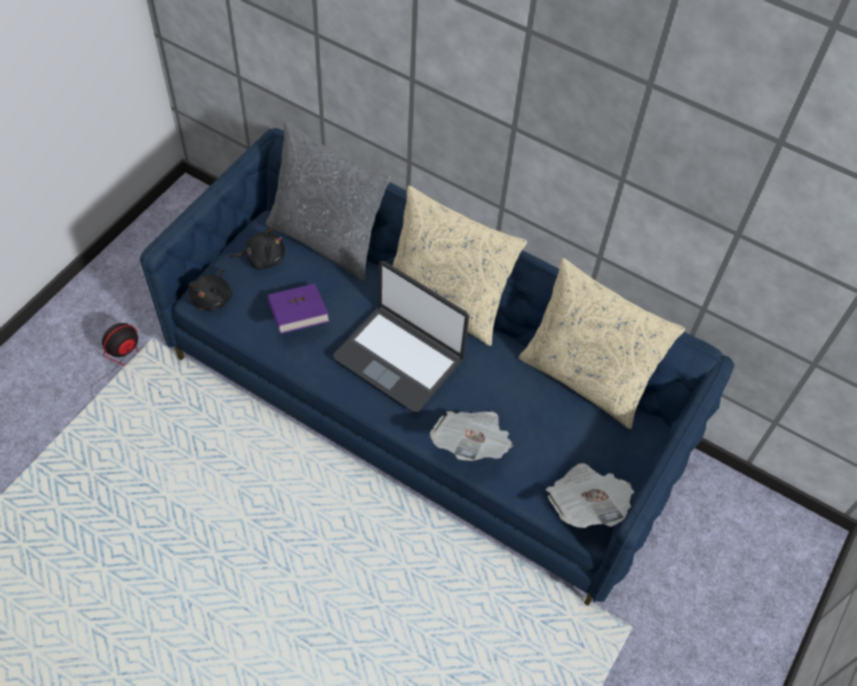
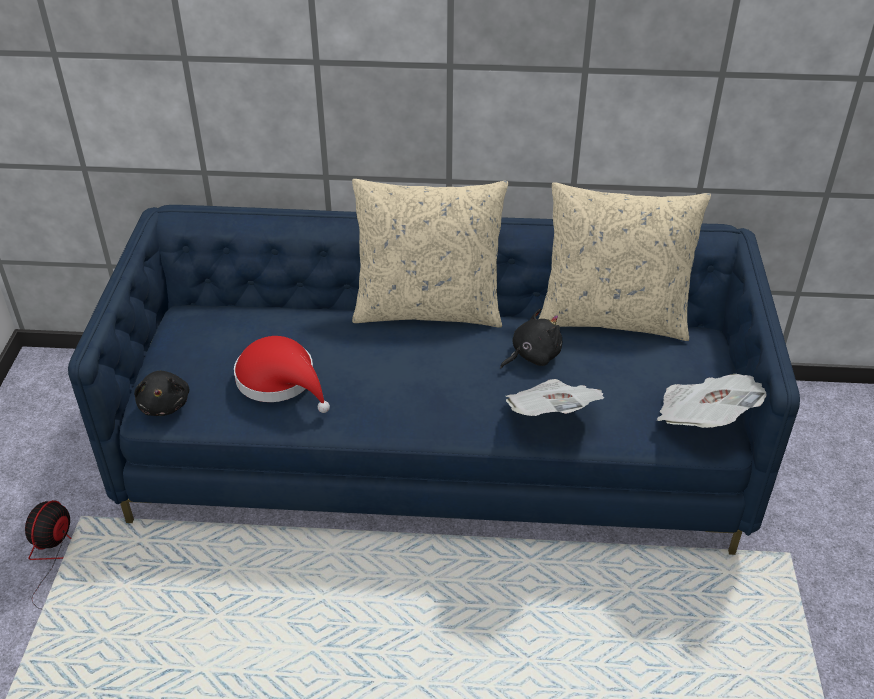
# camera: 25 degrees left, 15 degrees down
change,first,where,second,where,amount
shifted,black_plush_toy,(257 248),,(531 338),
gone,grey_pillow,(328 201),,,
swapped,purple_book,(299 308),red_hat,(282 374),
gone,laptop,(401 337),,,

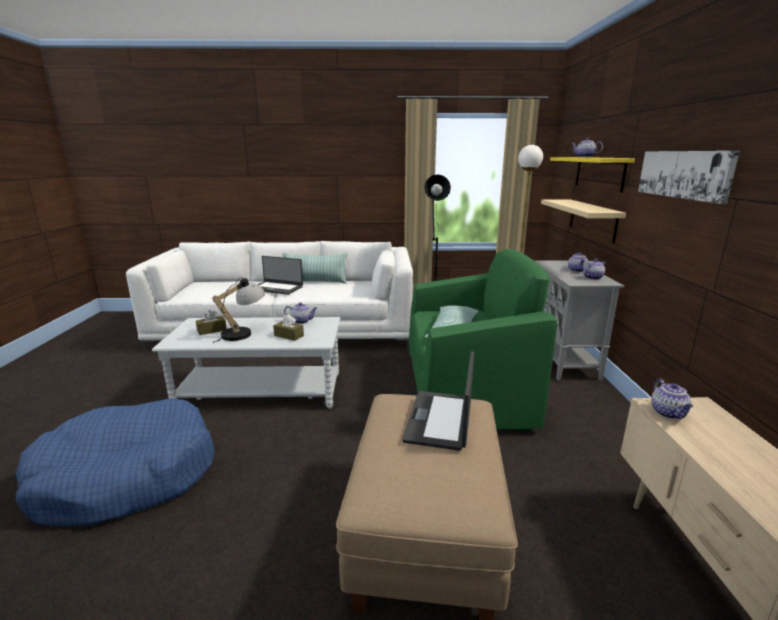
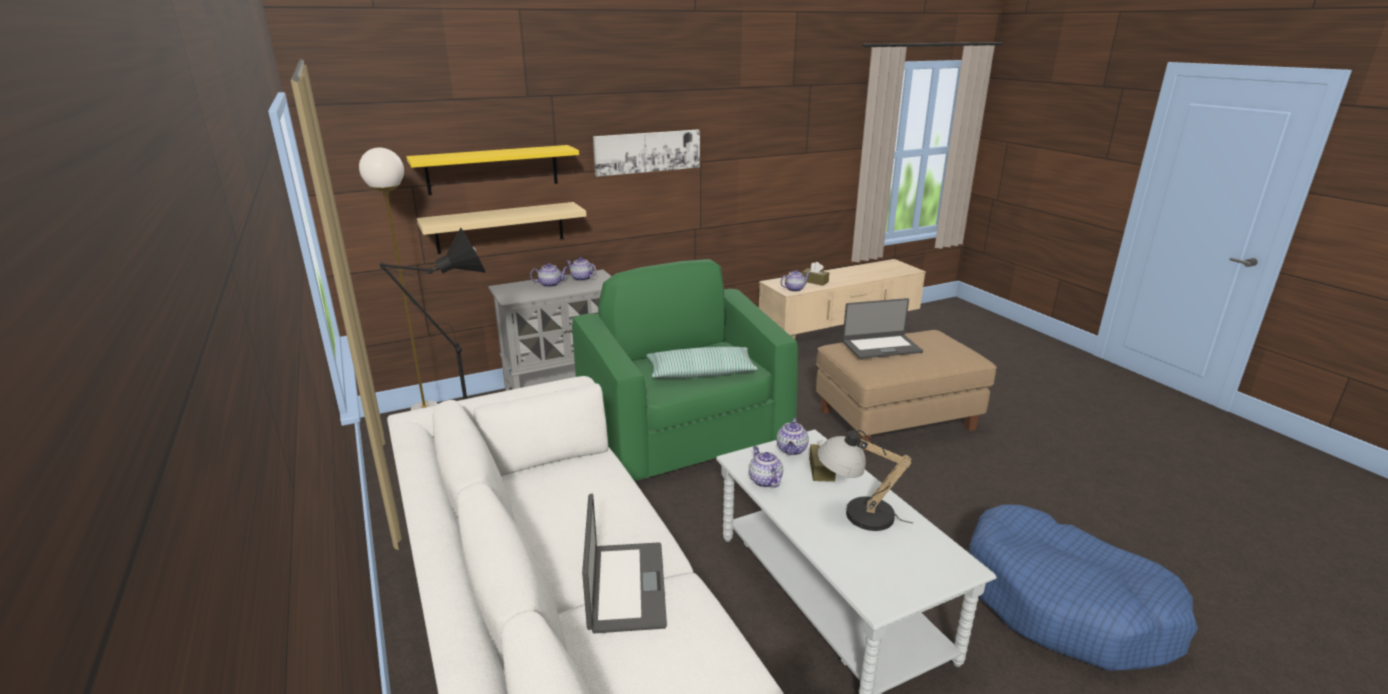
# camera: 115 degrees left, 5 degrees up
change,first,where,second,where,amount
shifted,brown_tissue_box,(211 322),,(815 274),
gone,pillow,(315 268),,,
shifted,teapot,(587 147),,(792 436),

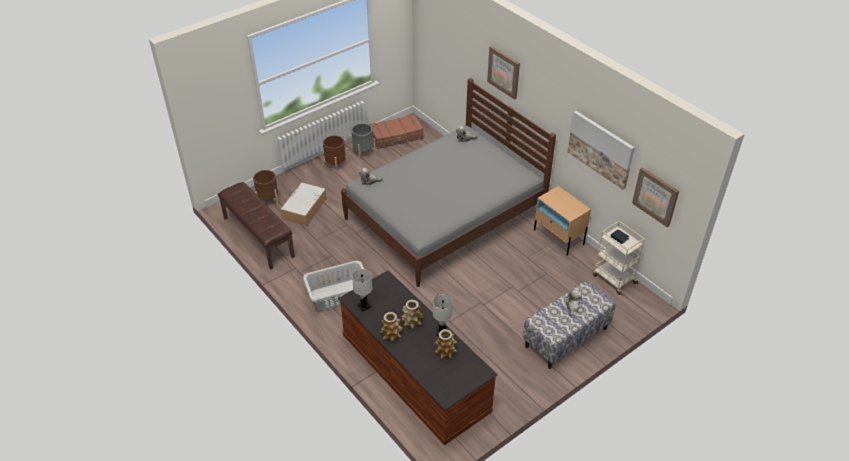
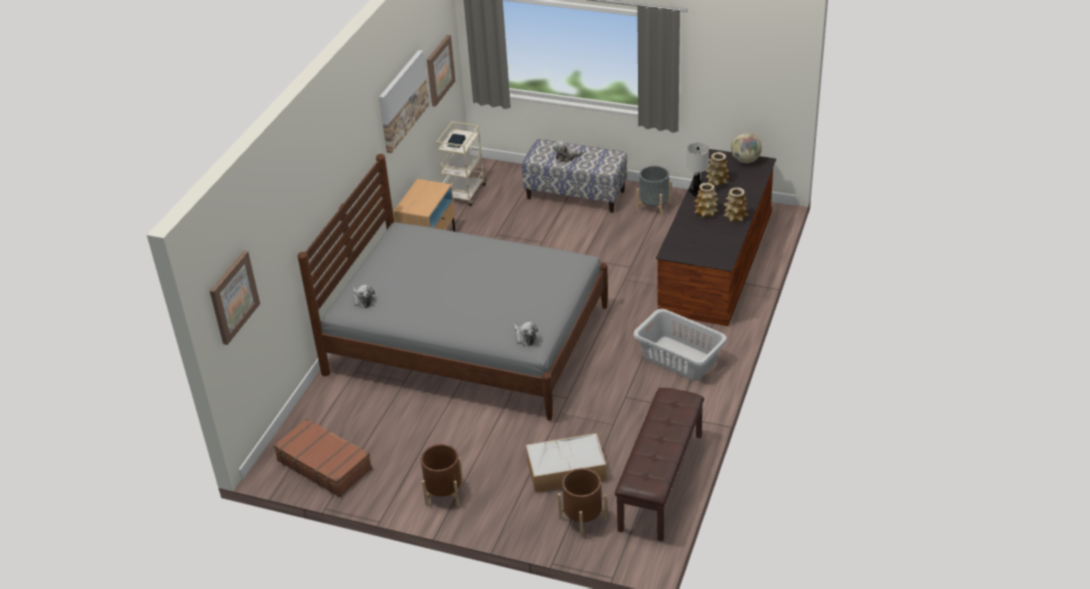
# camera: 120 degrees left, 5 degrees down
change,first,where,second,where,amount
shifted,grey_planter,(363 141),,(654 192),
gone,white_table_lamp,(362 290),,,
shifted,picture,(503 73),,(235 298),
new,,,globe,(746 148),

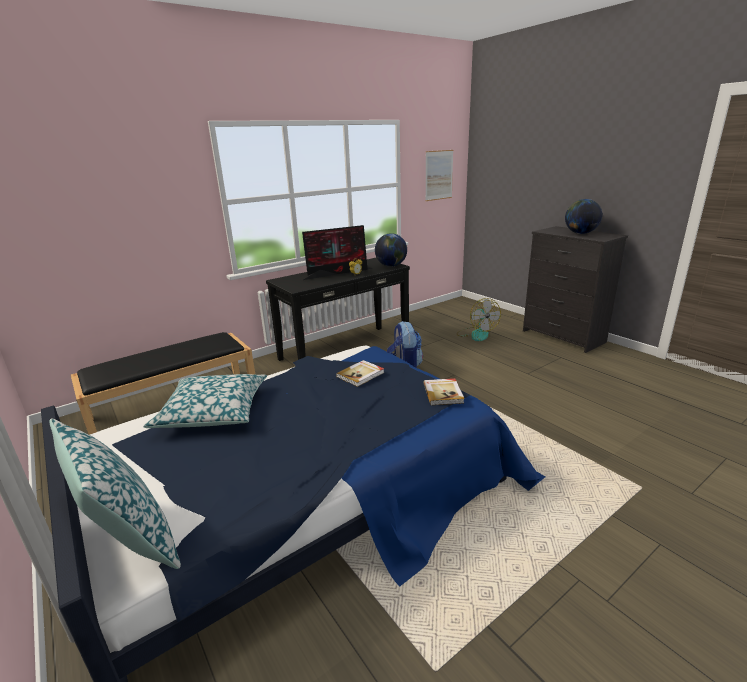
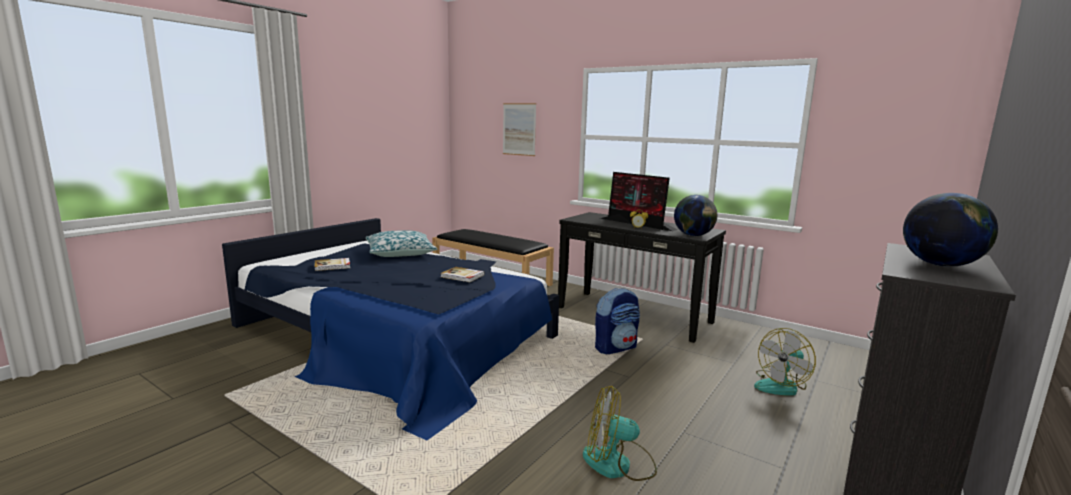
# camera: 70 degrees right, 10 degrees down
change,first,where,second,where,amount
gone,pillow,(115 493),,,
shifted,book,(443 391),,(332 264),
shifted,picture,(439 175),,(519 129),
new,,,fan,(620 433),

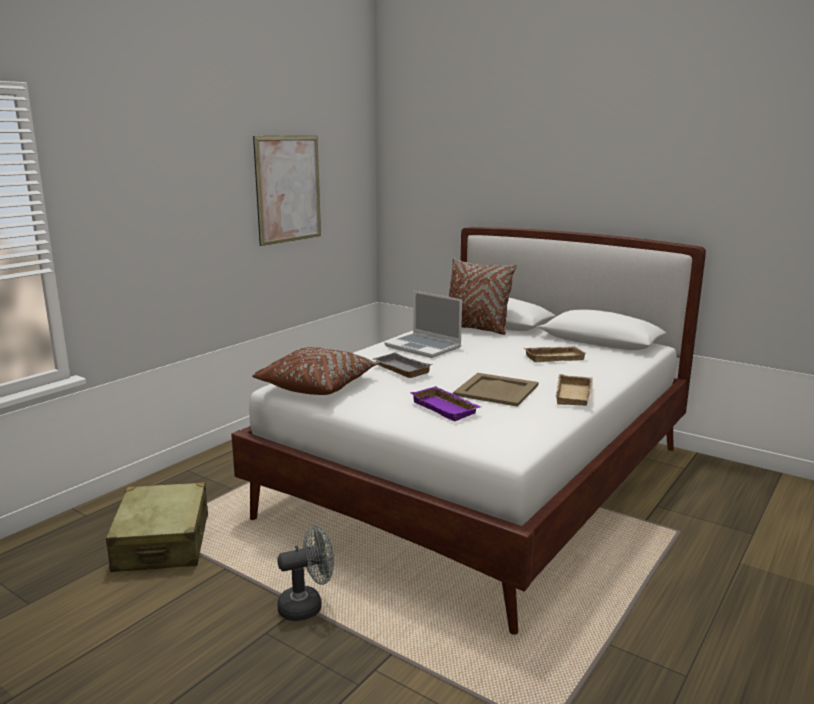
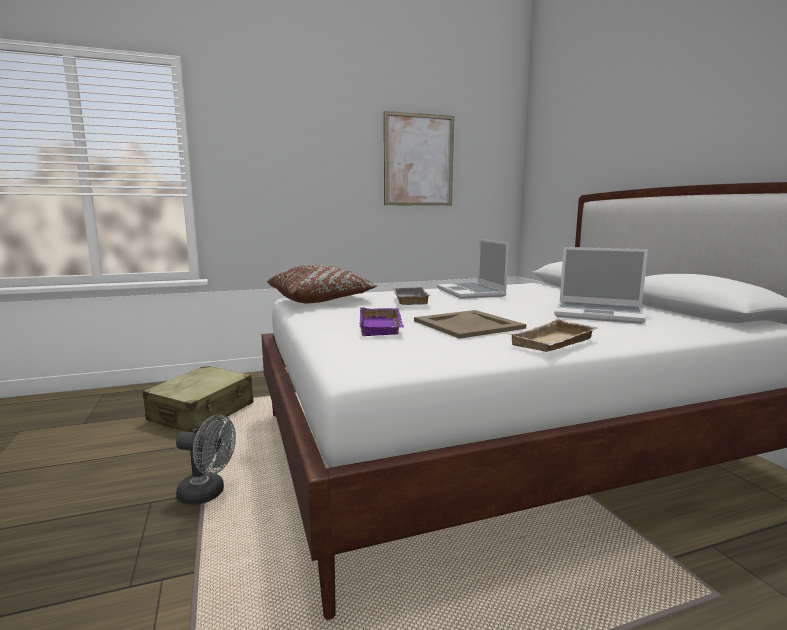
# camera: 35 degrees right, 5 degrees down
change,first,where,second,where,amount
gone,brown_pillow,(483 296),,,
swapped,beige_tray,(555 354),laptop,(601 285),

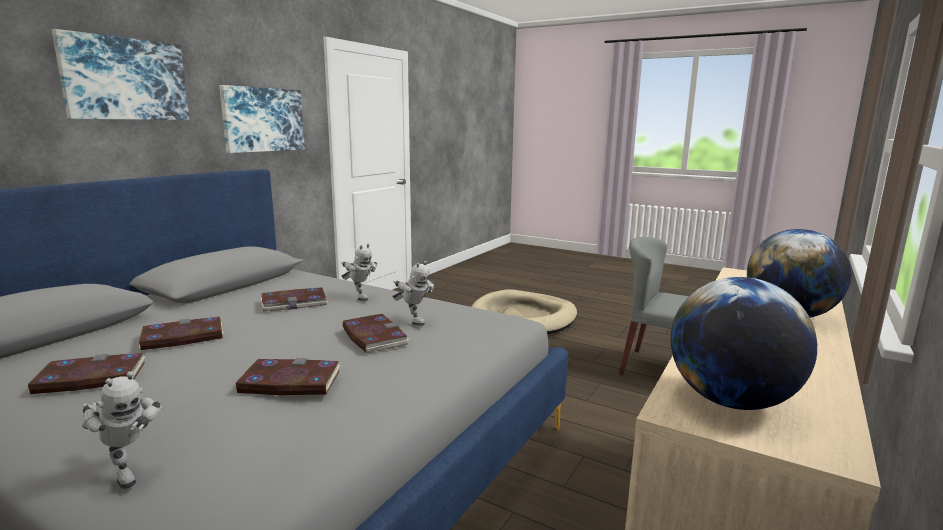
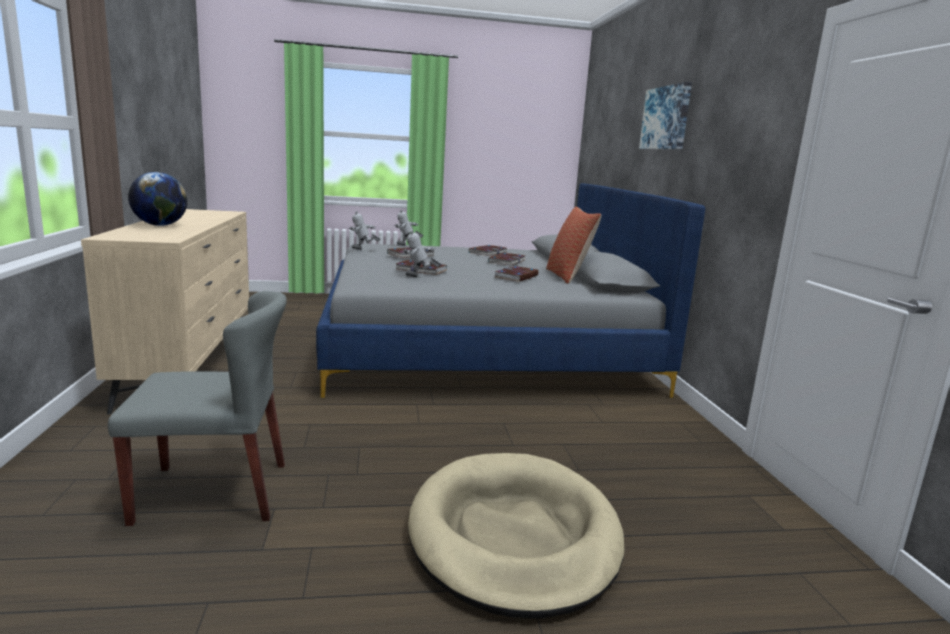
# camera: 140 degrees right, 0 degrees up
change,first,where,second,where,amount
gone,picture,(262 119),,,
shifted,toy_robot,(359 272),,(365 230),
gone,globe,(744 343),,,
new,,,pillow,(574 245),

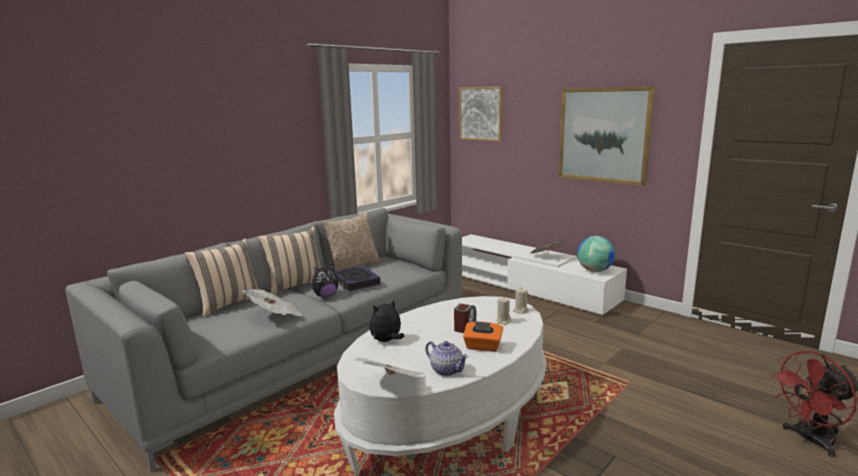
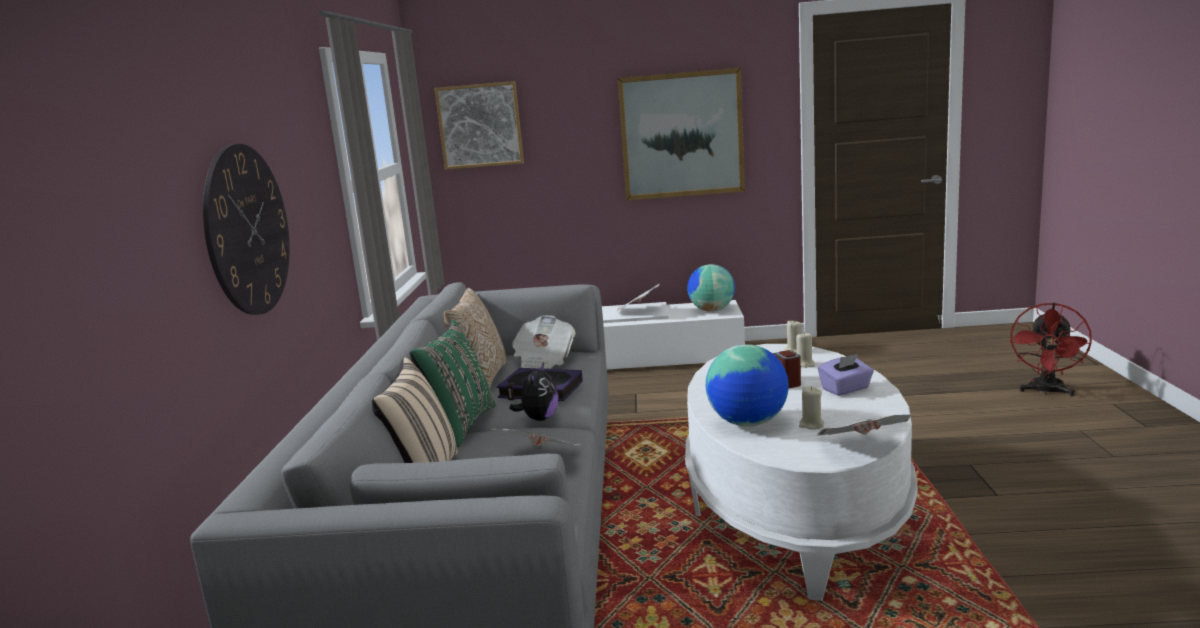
# camera: 40 degrees left, 0 degrees up
change,first,where,second,where,amount
repainted,beige_pillow,(289 260),green_pillow,(452 383),
swapped,plush_toy,(386 321),globe,(747 385),
gone,teapot,(447 358),,,
repainted,orange_tissue_box,(483 336),purple_tissue_box,(846 375),
new,,,wall_clock,(246 229),
new,,,newspaper,(544 342),
new,,,beige_candle,(811 407),

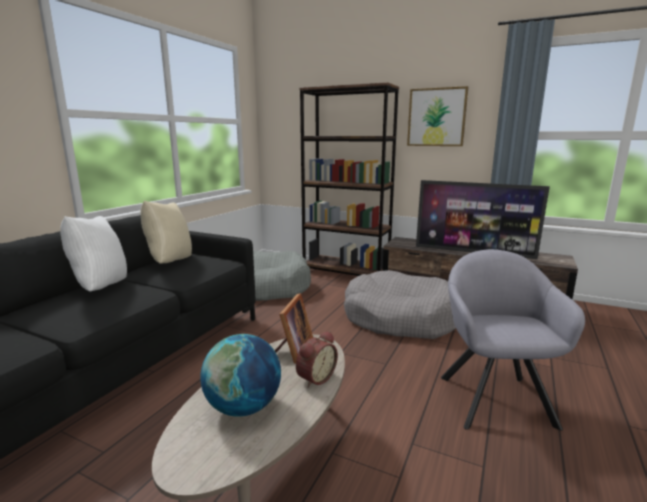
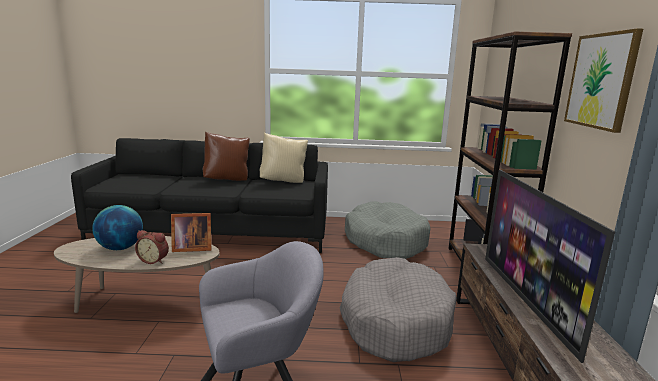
# camera: 65 degrees right, 0 degrees up
change,first,where,second,where,amount
repainted,white_pillow,(93 254),brown_pillow,(226 156),

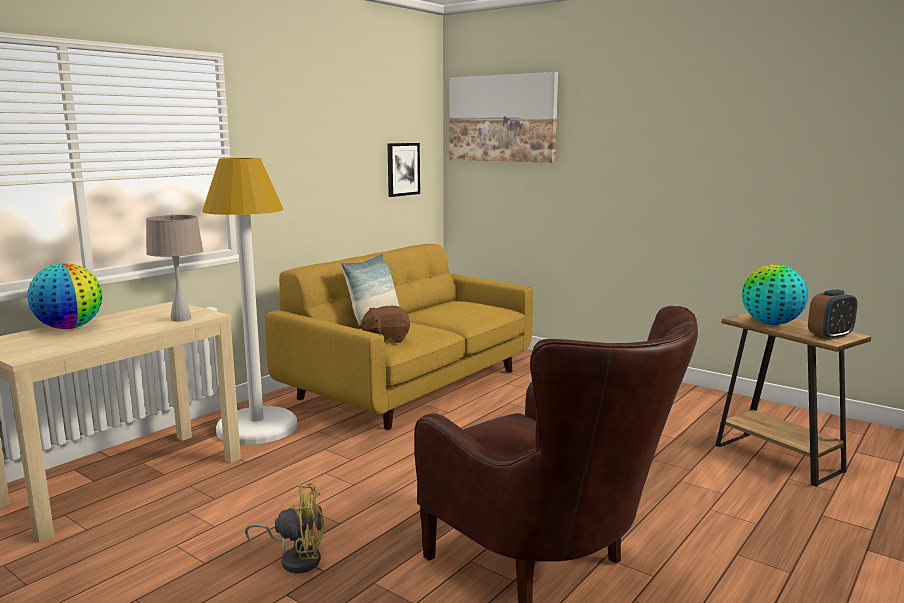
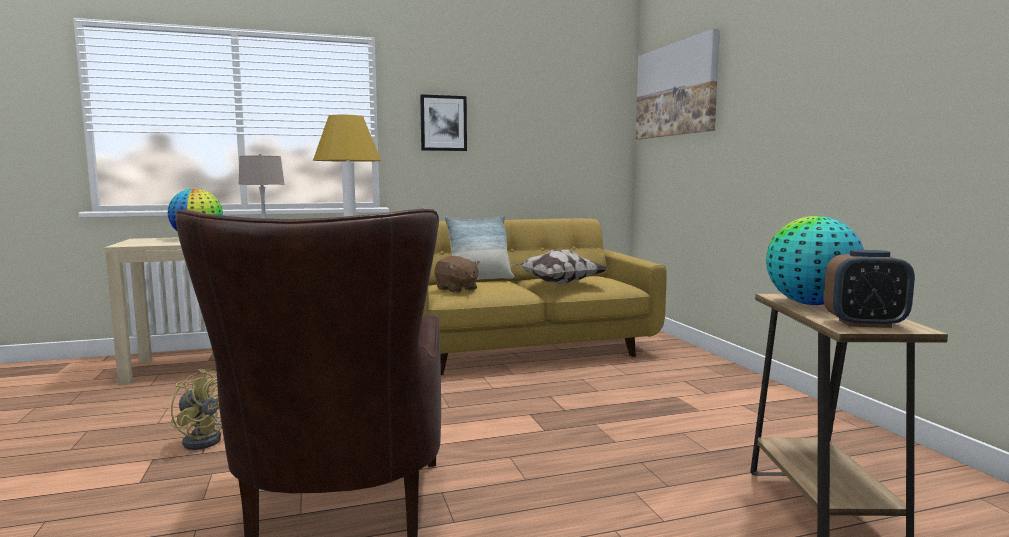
# camera: 35 degrees right, 5 degrees down
change,first,where,second,where,amount
rotated,brown_plush_toy,(384 324),,(457 274),150 degrees counterclockwise
shifted,picture,(403 170),,(443 122),
new,,,pillow,(559 267),

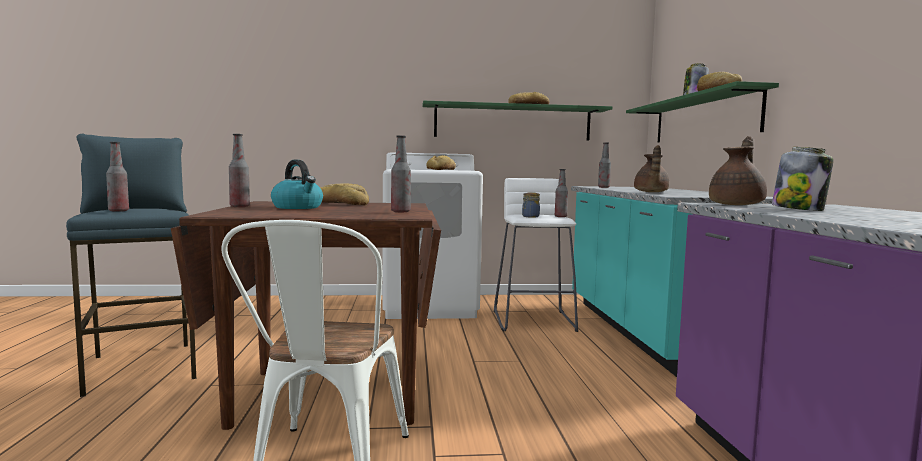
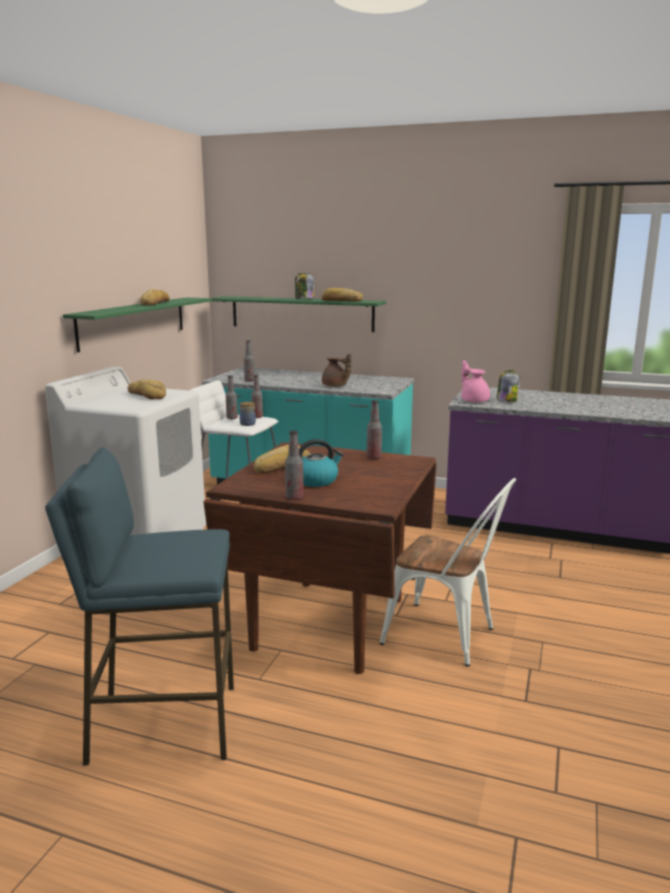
# camera: 65 degrees left, 10 degrees up
change,first,where,second,where,amount
shifted,bottle,(117 177),,(232 397),
repainted,brown_teapot,(738 170),pink_teapot,(475 381),

